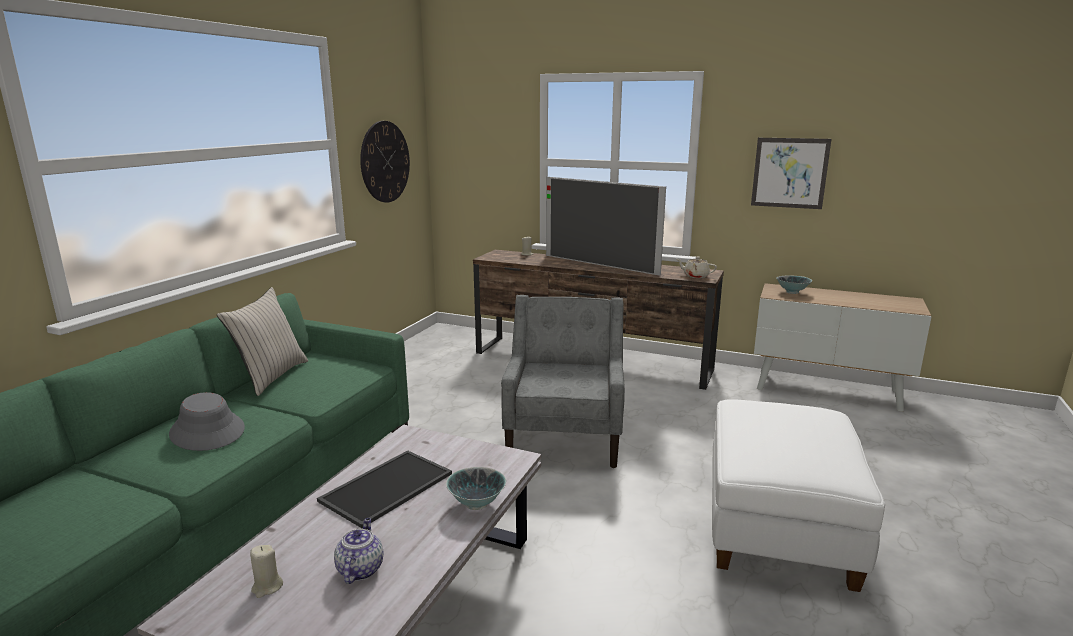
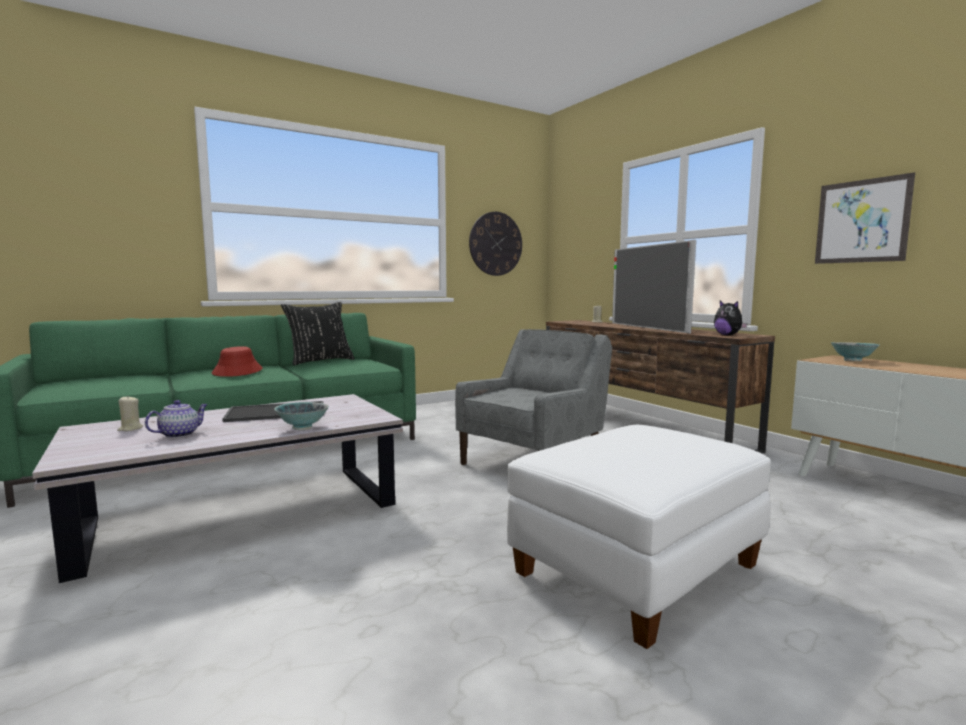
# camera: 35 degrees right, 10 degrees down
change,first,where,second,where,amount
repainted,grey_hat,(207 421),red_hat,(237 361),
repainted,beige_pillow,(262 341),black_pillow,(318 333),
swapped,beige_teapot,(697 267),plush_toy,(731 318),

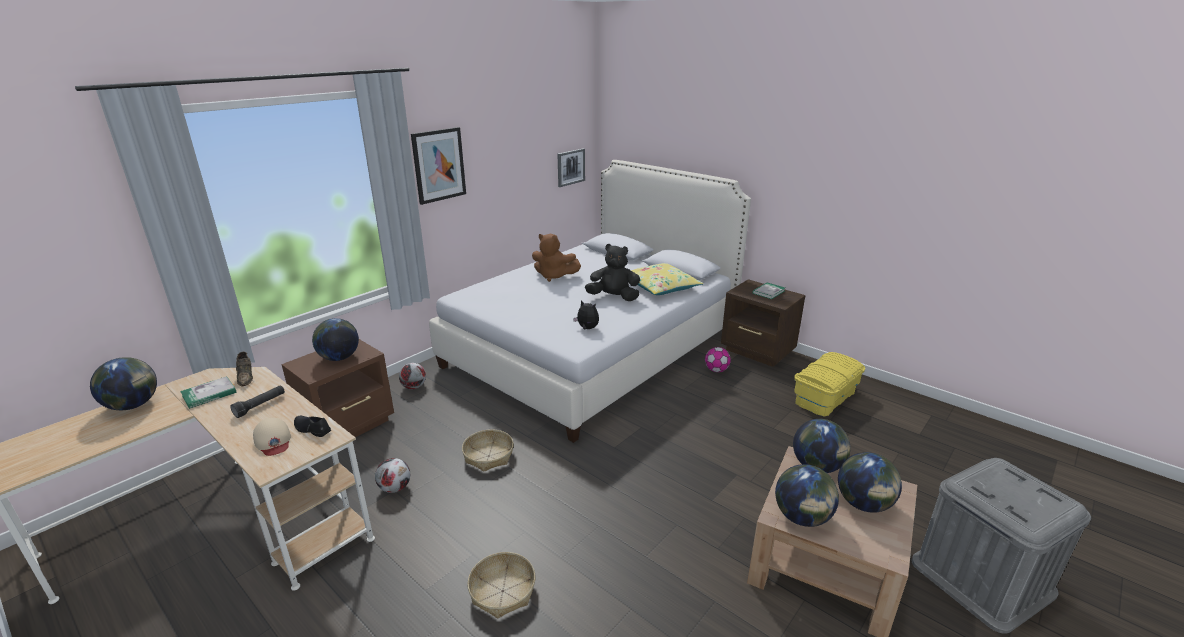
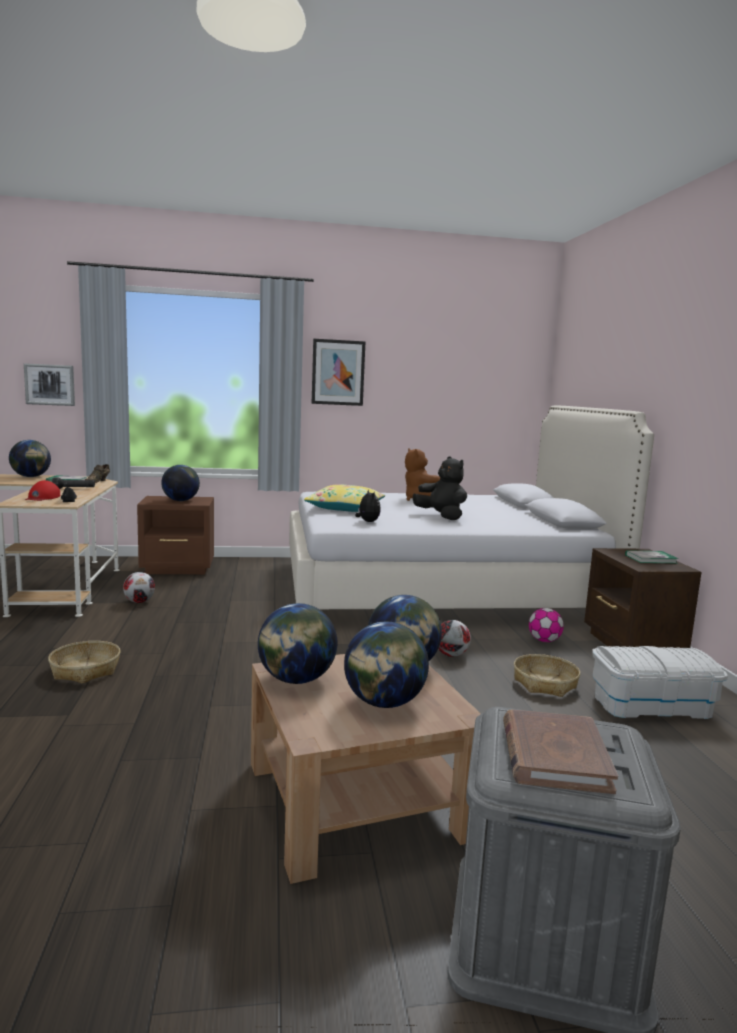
# camera: 40 degrees right, 15 degrees down
change,first,where,second,where,amount
repainted,beige_cap,(272 436),red_cap,(42 490),
shifted,football,(412 376),,(454 638),
shifted,basket,(488 450),,(547 675),
shifted,picture,(571 167),,(49 384),
shifted,yellow_pillow,(667 279),,(344 498),
repainted,yellow_storage_box,(829 384),white_storage_box,(660 682),
new,,,brown_book,(560 751),

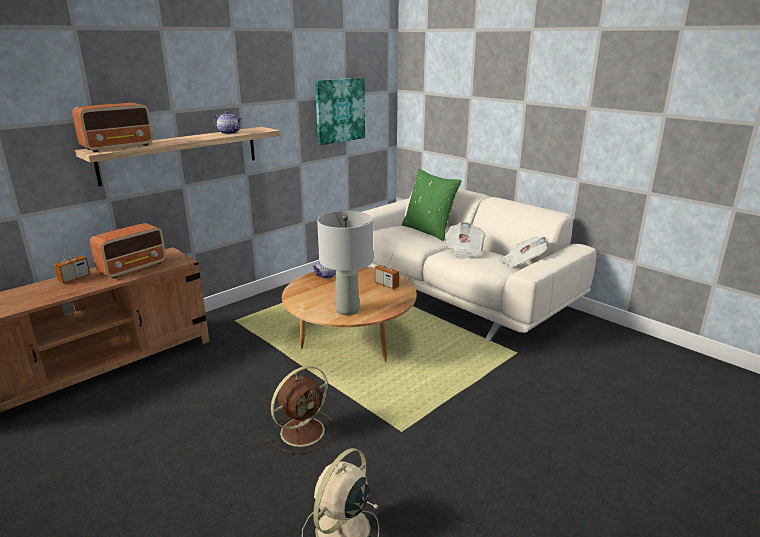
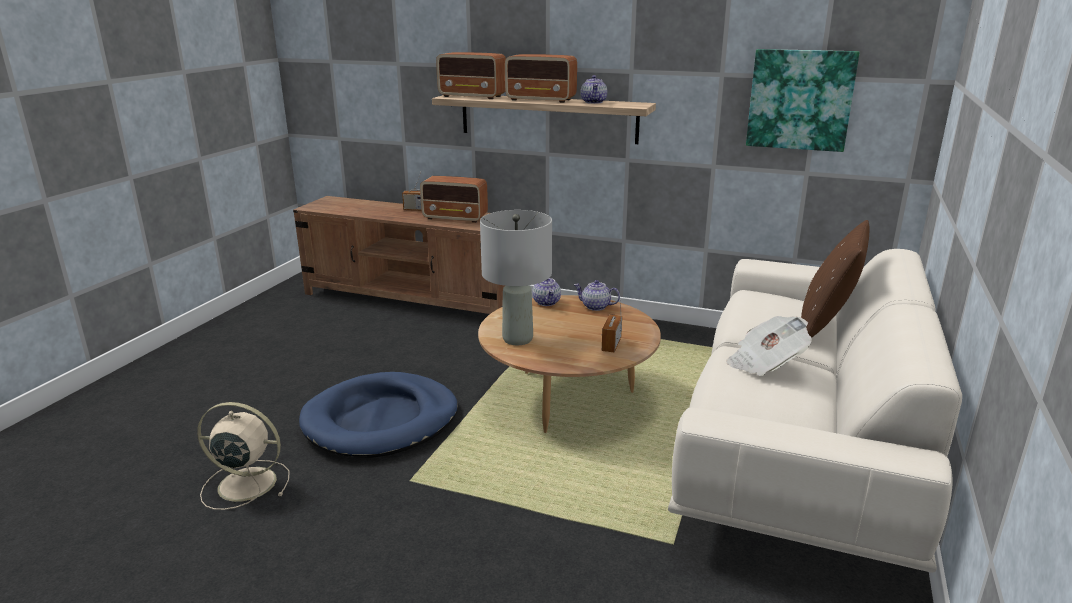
# camera: 65 degrees right, 0 degrees up
change,first,where,second,where,amount
swapped,brown_fan,(301 410),blue_dog_bed,(378 415),
repainted,green_pillow,(432 205),brown_pillow,(835 278),
gone,newspaper,(524 252),,,
new,,,radio,(541 78),
new,,,teapot,(546 292),

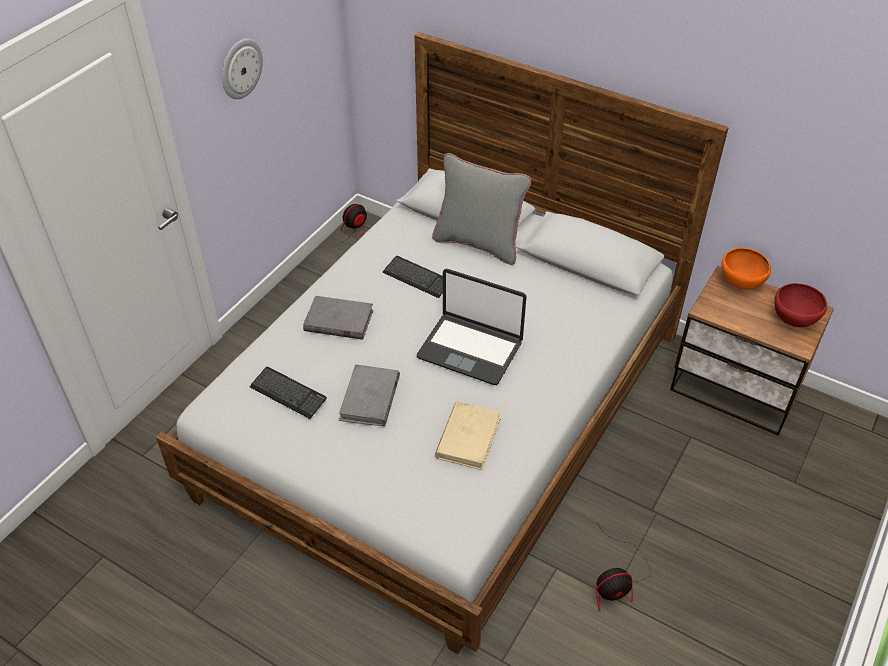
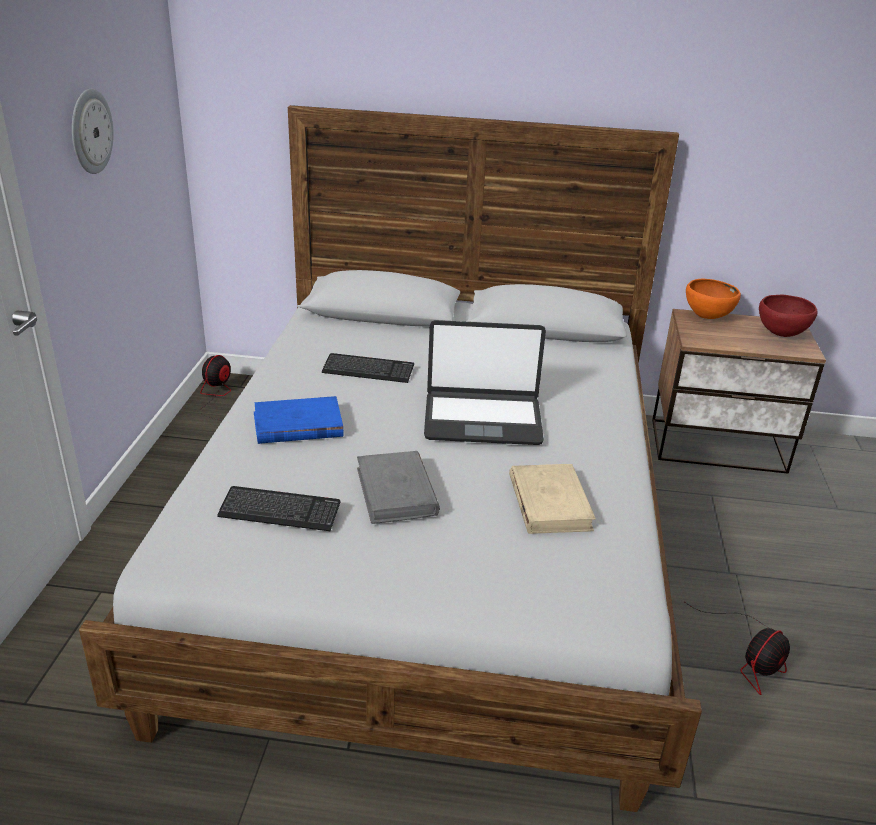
# camera: 25 degrees left, 15 degrees down
change,first,where,second,where,amount
repainted,grey_book,(338 318),blue_book,(298 420),
gone,grey_pillow,(481 209),,,

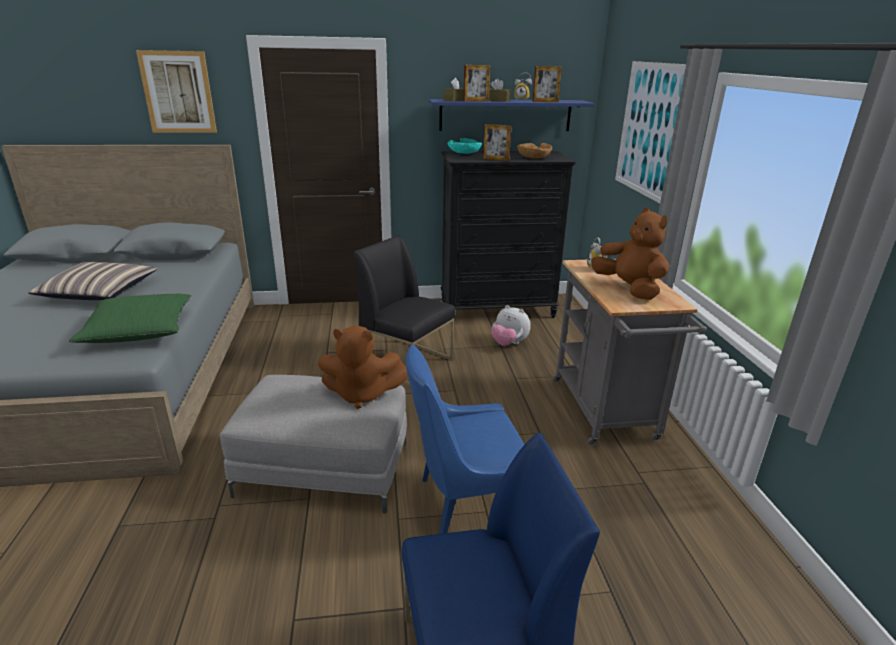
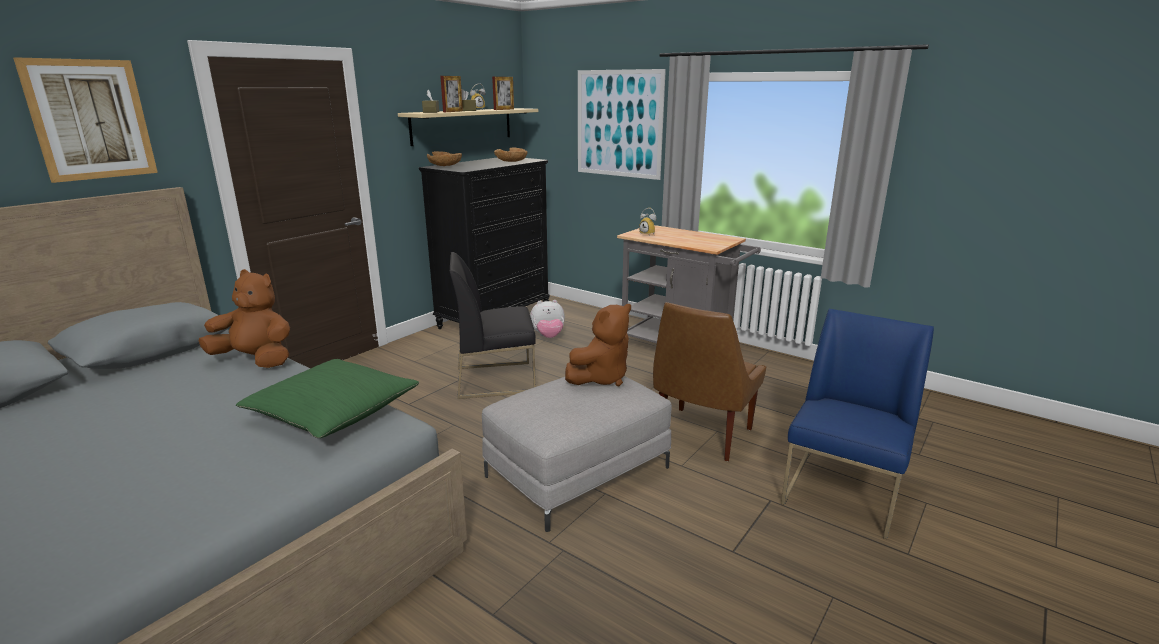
# camera: 45 degrees left, 5 degrees down
change,first,where,second,where,amount
gone,pillow,(92 281),,,
repainted,blue_chair,(464 439),brown_chair,(709 381),
repainted,blue_shelf,(511 115),beige_shelf,(468 127),
repainted,turquoise_bowl,(464 146),brown_bowl,(444 158),
gone,picture_frame,(497 142),,,
shifted,brown_plush_toy,(630 254),,(244 318),

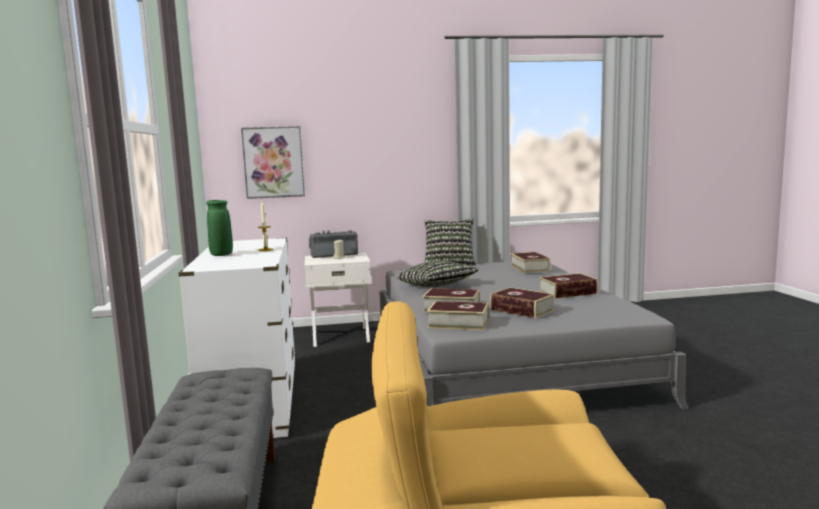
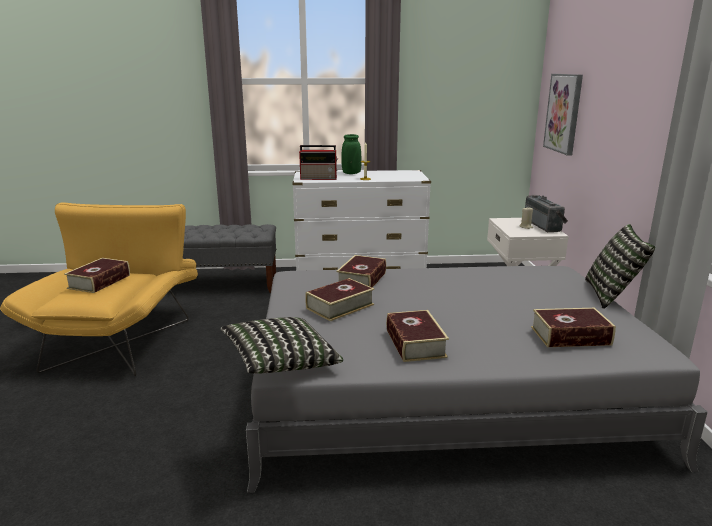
# camera: 95 degrees right, 10 degrees up
change,first,where,second,where,amount
shifted,pillow,(438 274),,(281 345),
shifted,book,(458 315),,(97 275),
new,,,radio,(318 162),

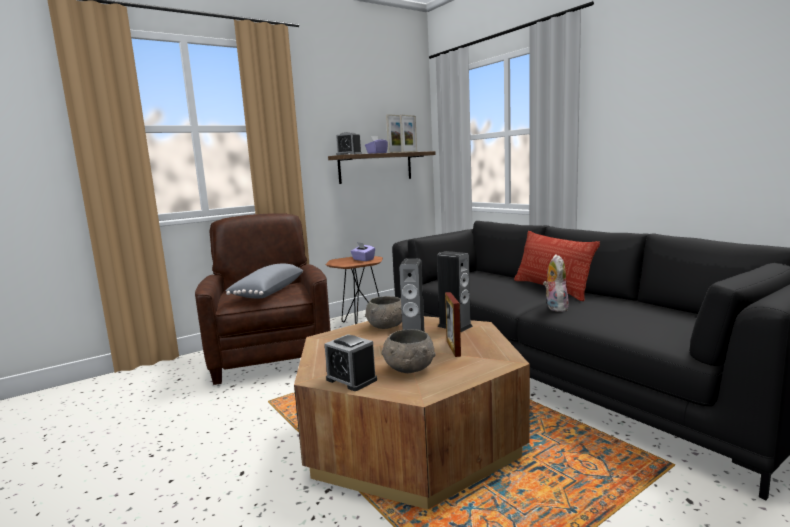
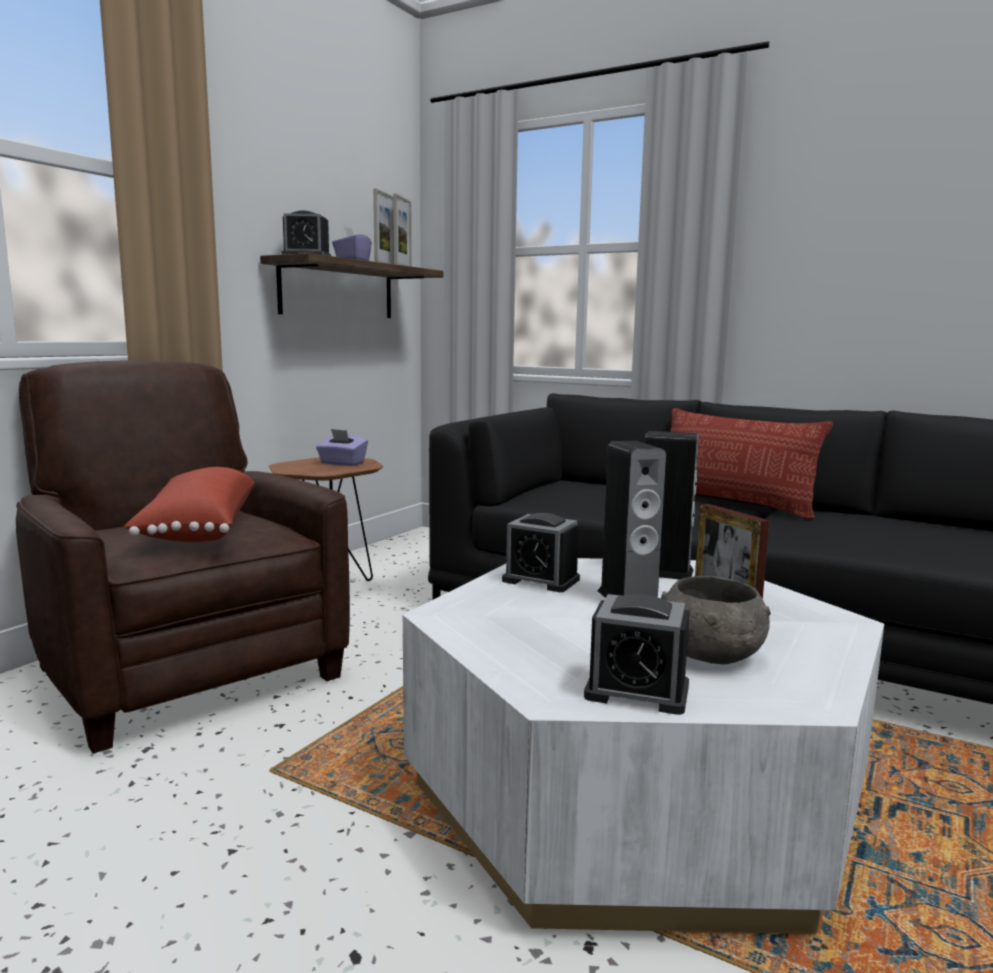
# camera: 25 degrees left, 0 degrees up
change,first,where,second,where,amount
repainted,grey_pillow,(264 281),red_pillow,(189 504),
repainted,brown_coffee_table,(412 412),white_coffee_table,(643 746),
swapped,grey_bowl,(383 312),alarm_clock,(541 552),
gone,plush_toy,(556 283),,,

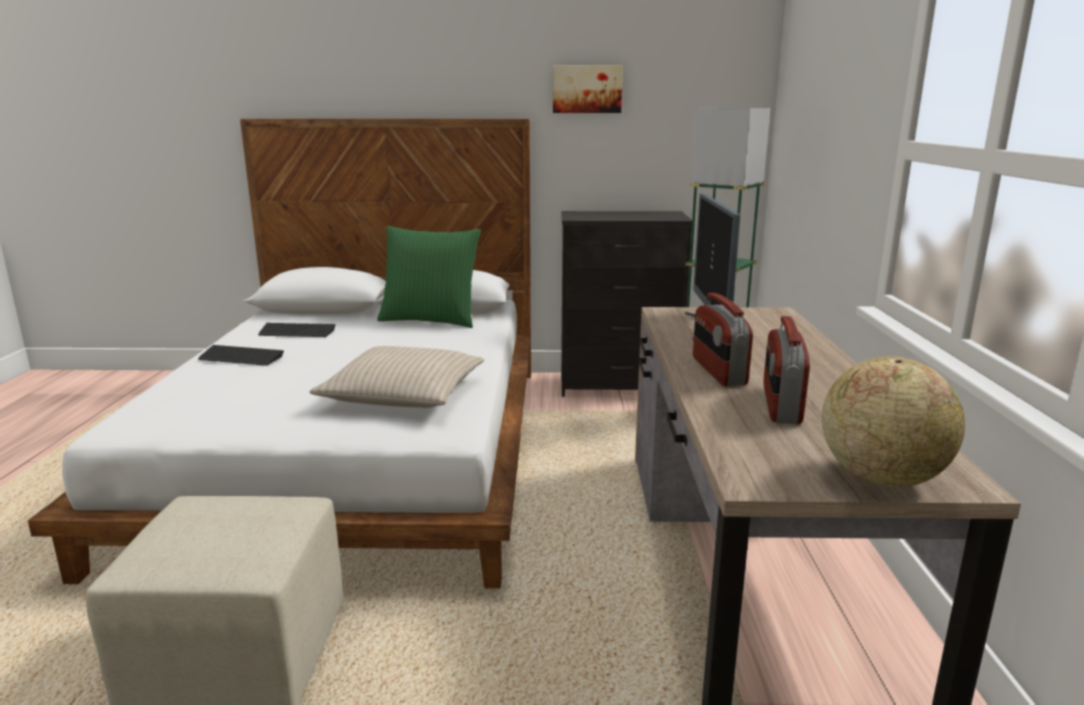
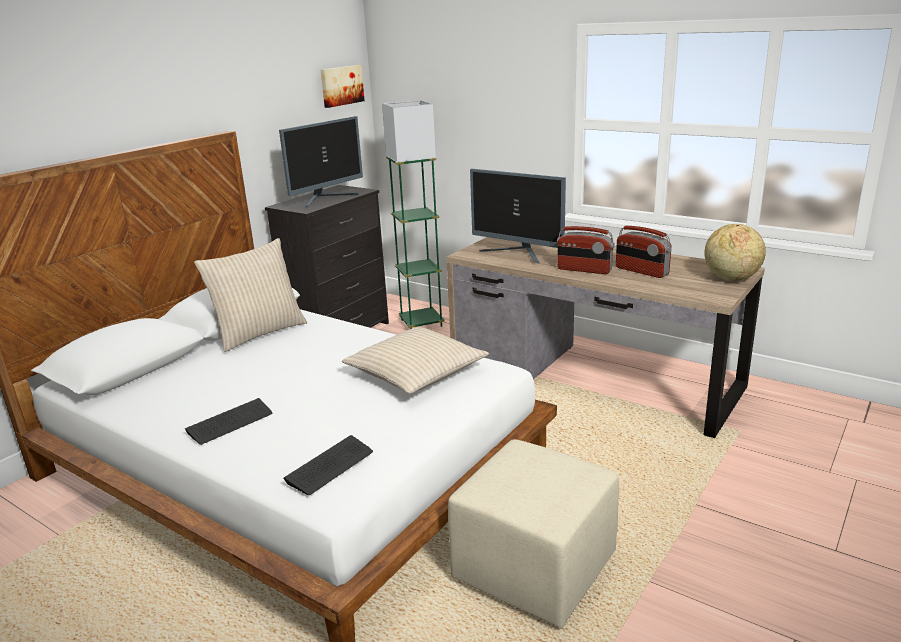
# camera: 55 degrees left, 5 degrees up
change,first,where,second,where,amount
shifted,keyboard,(297 330),,(328 465),
repainted,green_pillow,(429 277),beige_pillow,(250 295),
shifted,picture,(588 89),,(343 86),
new,,,monitor,(321 162),

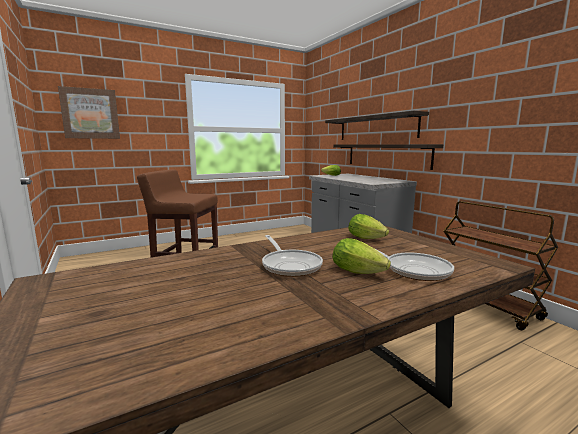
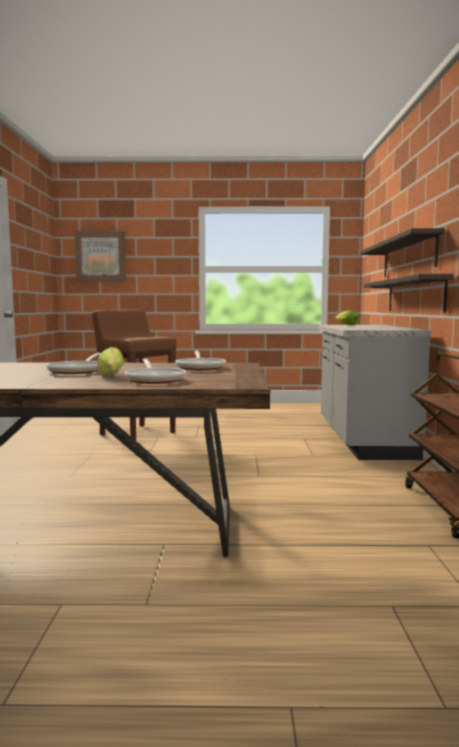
# camera: 30 degrees right, 5 degrees down
change,first,where,second,where,amount
swapped,lettuce,(368 226),frying_pan,(200 360),

